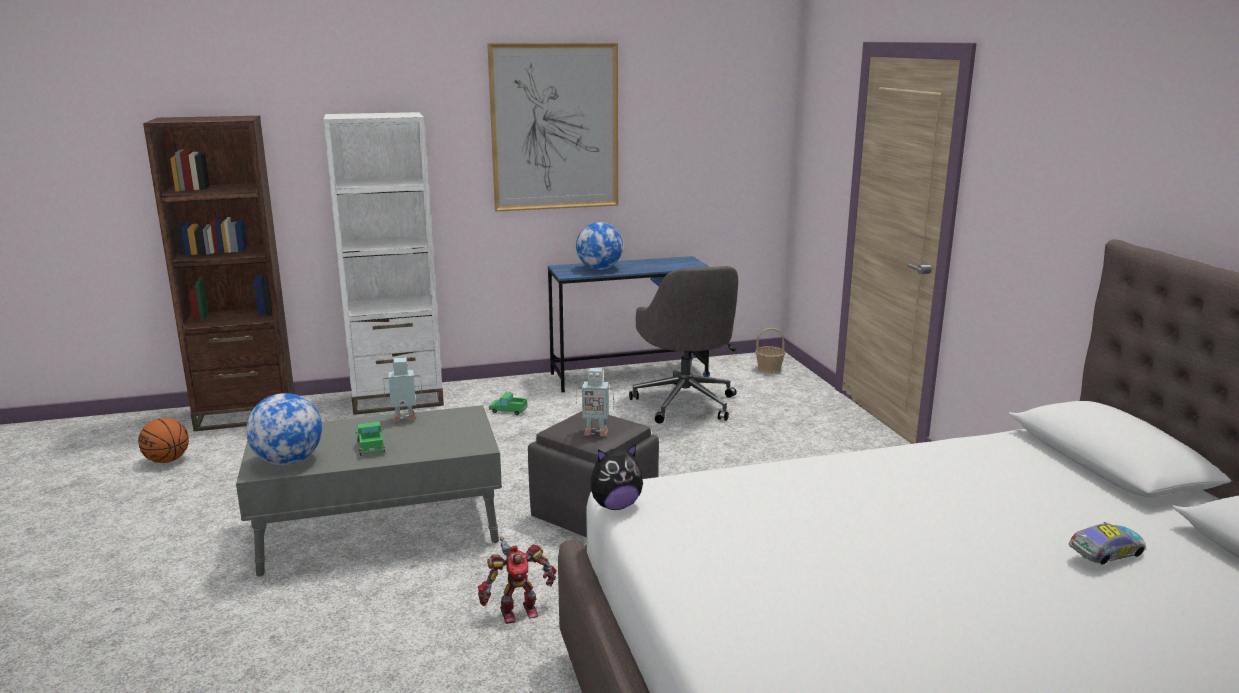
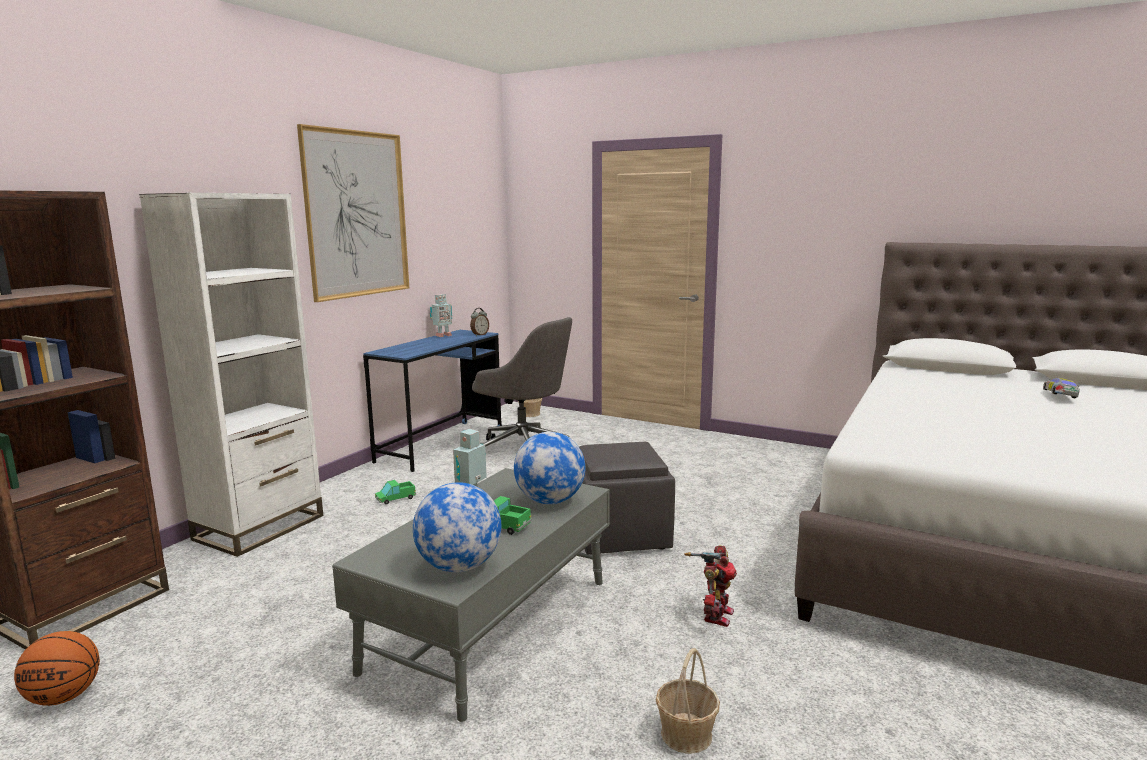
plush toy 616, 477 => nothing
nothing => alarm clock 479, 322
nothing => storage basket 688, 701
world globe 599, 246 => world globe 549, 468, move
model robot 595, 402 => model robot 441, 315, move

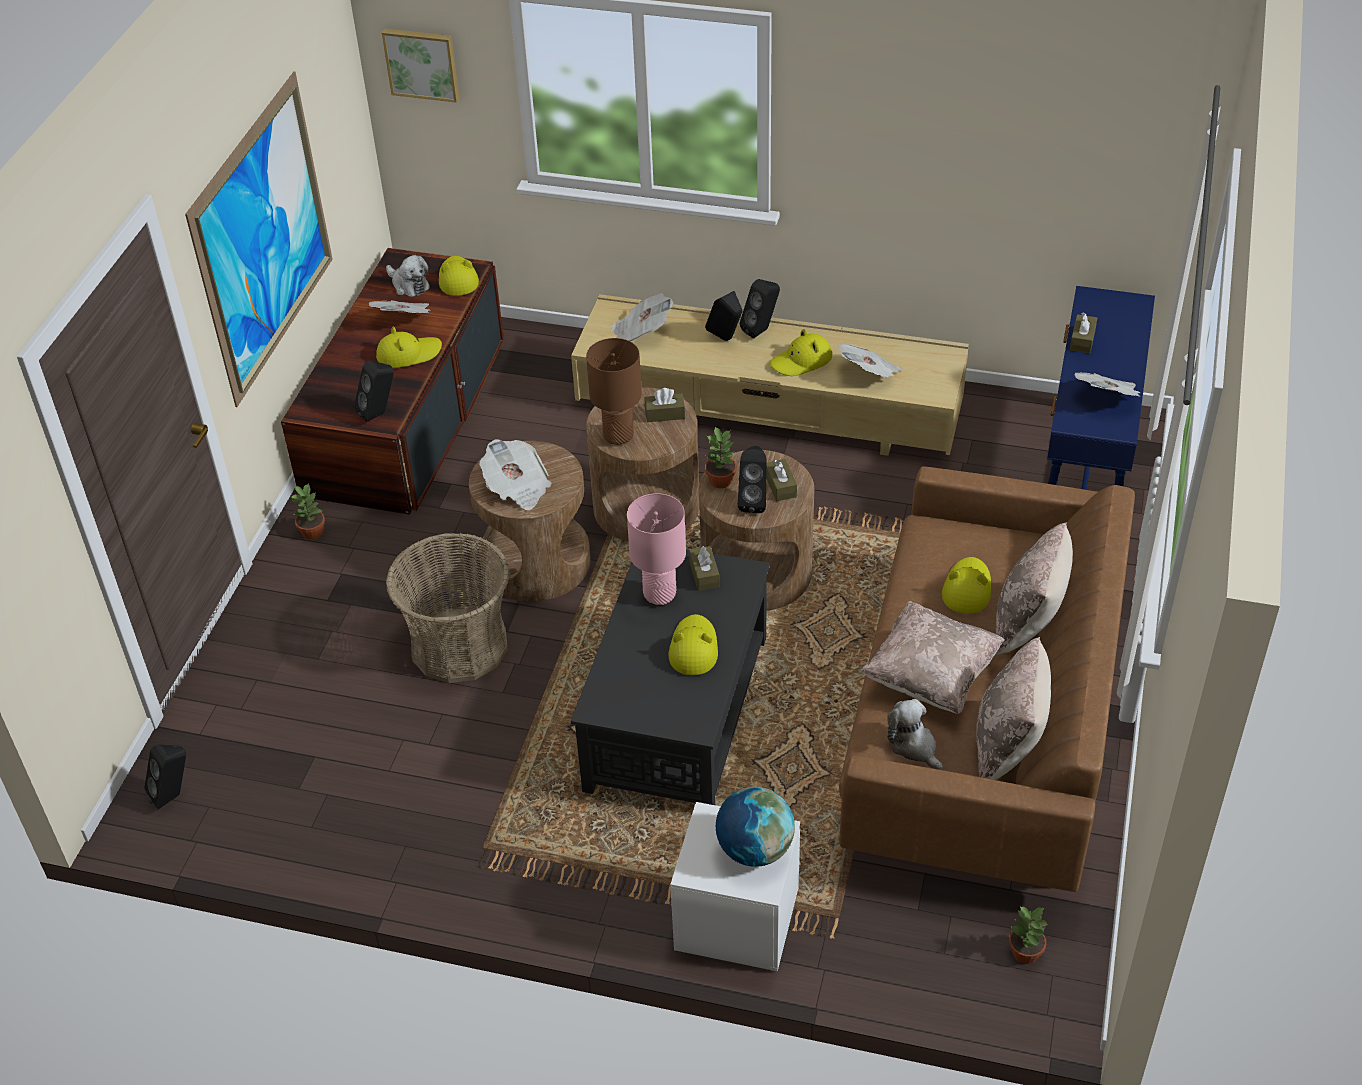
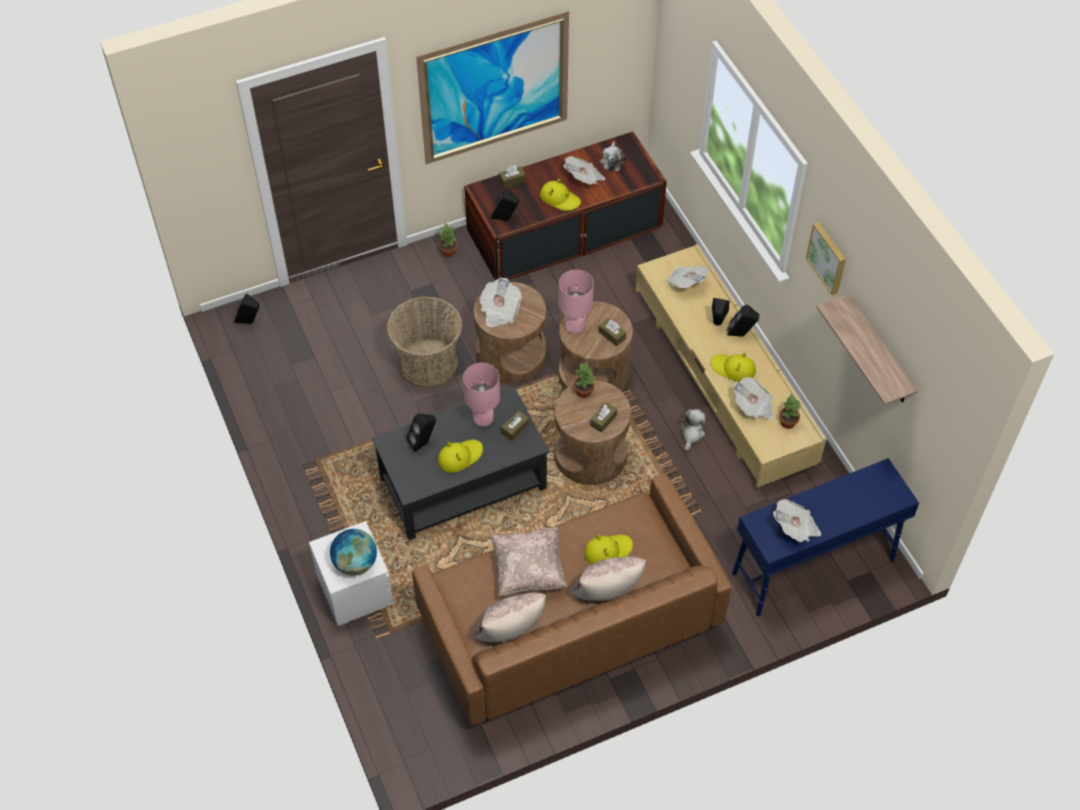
hat (yellow-coloured) 459, 276 => nothing
nothing => wall shelf 867, 349
wall art 420, 66 => wall art 826, 258, move
loudspeaker (black) 752, 479 => loudspeaker (black) 421, 433, move
plush toy 915, 734 => plush toy 692, 430, move
plant in a pot 1028, 935 => plant in a pot 790, 411, move
box of tissues (brown) 1083, 333 => box of tissues (brown) 512, 176, move
table lamp (brown) 614, 391 => table lamp (pinkish) 576, 302

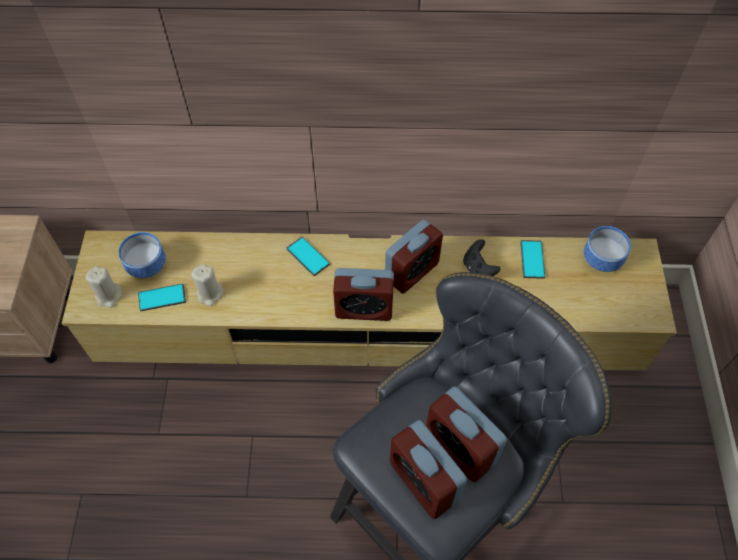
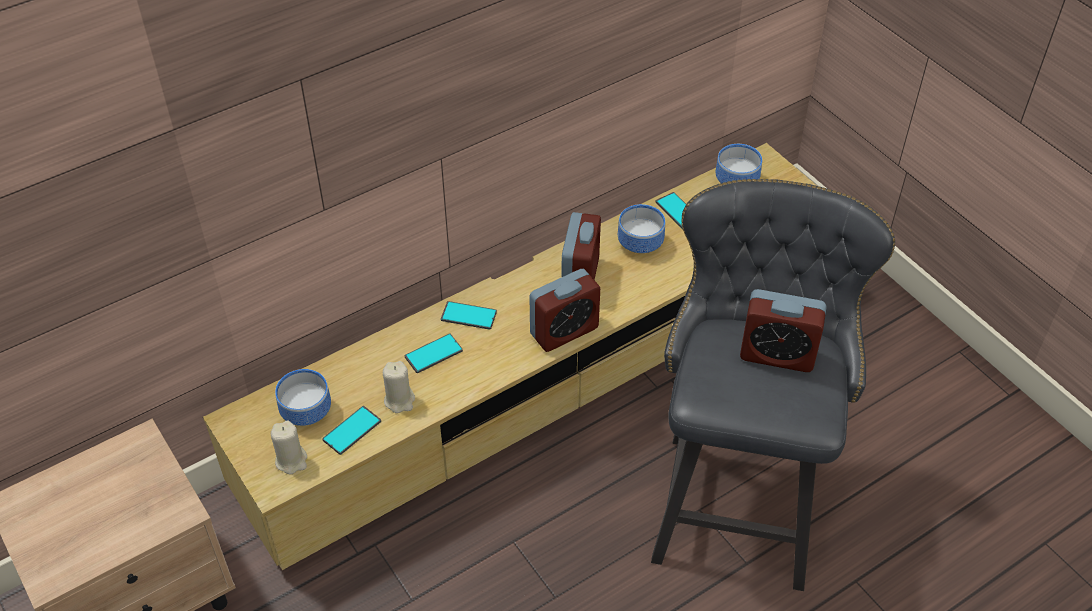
alarm clock 428, 469 => nothing
nothing => telephone 434, 353
gamepad (black) 481, 257 => serving bowl 641, 228

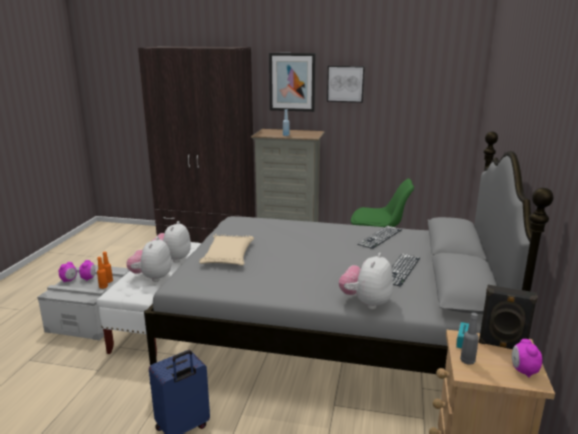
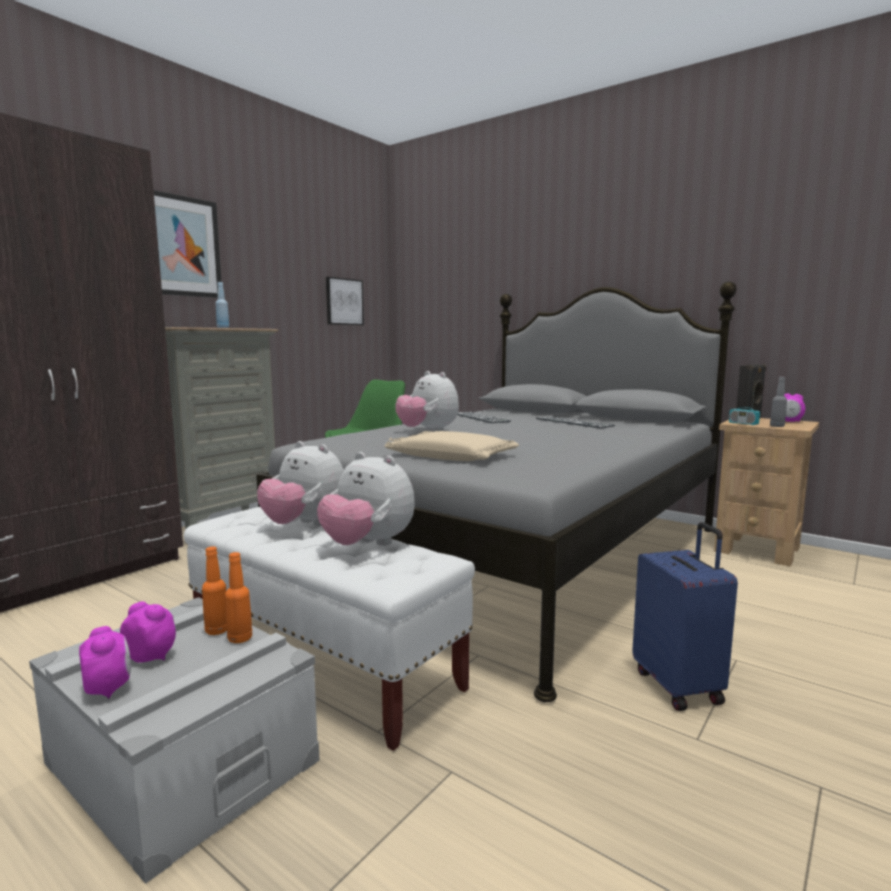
wall art 346, 84 => wall art 345, 301, move
plush toy 366, 281 => plush toy 427, 401, move

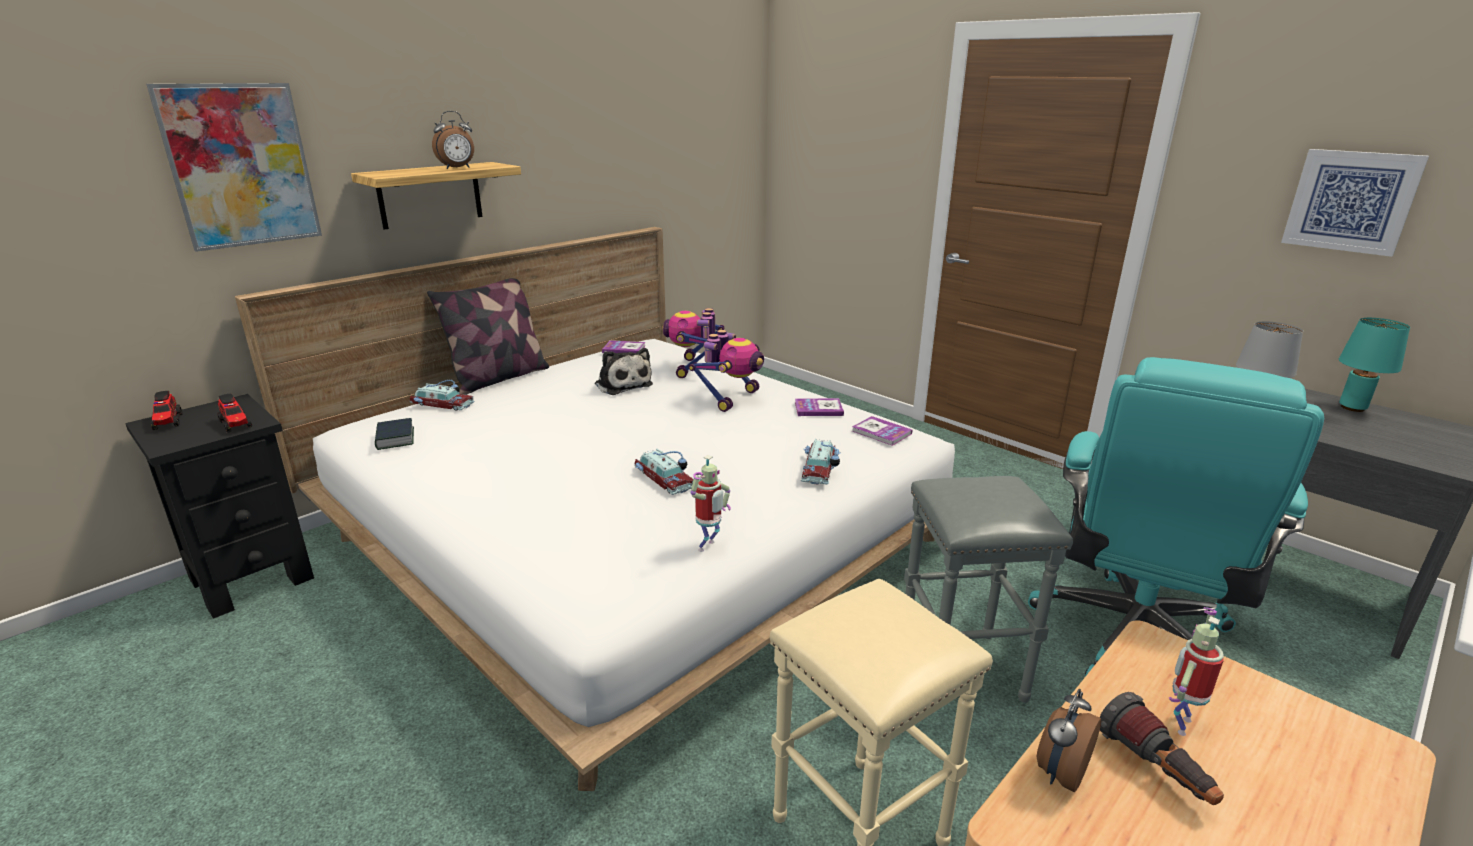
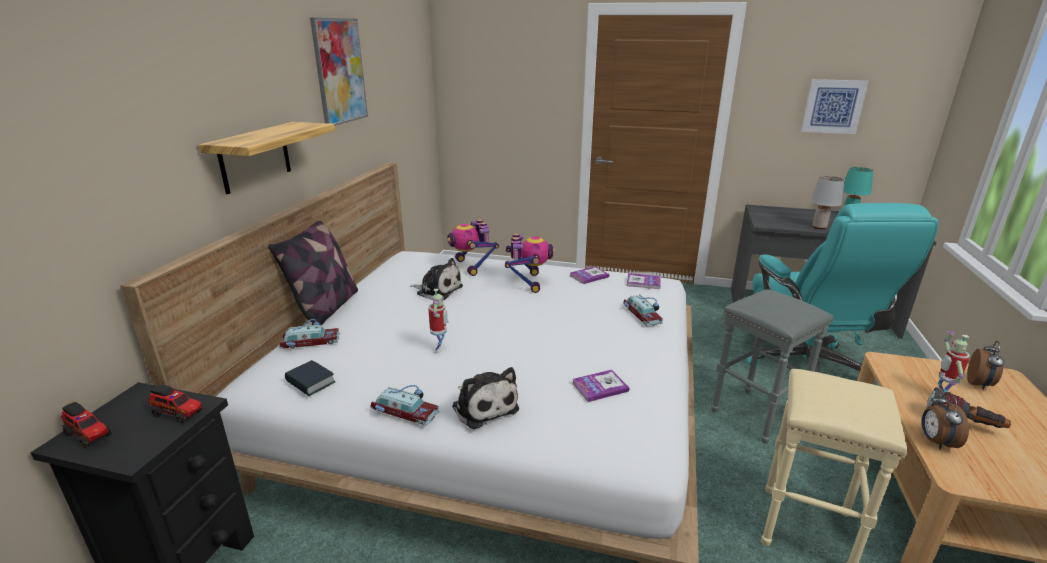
nothing => plush toy 485, 398
wall art 234, 167 => wall art 339, 71, move
alarm clock 453, 140 => alarm clock 985, 365, move
book 623, 346 => book 601, 385, move
toy car 664, 472 => toy car 404, 405, move
model robot 711, 503 => model robot 438, 321, move

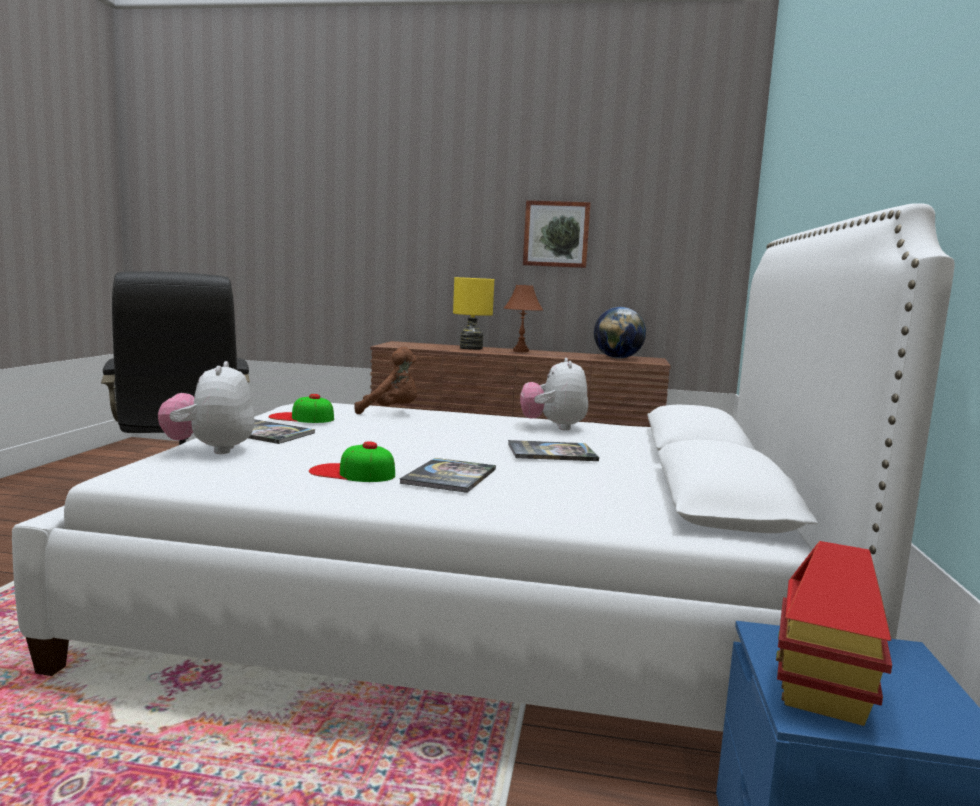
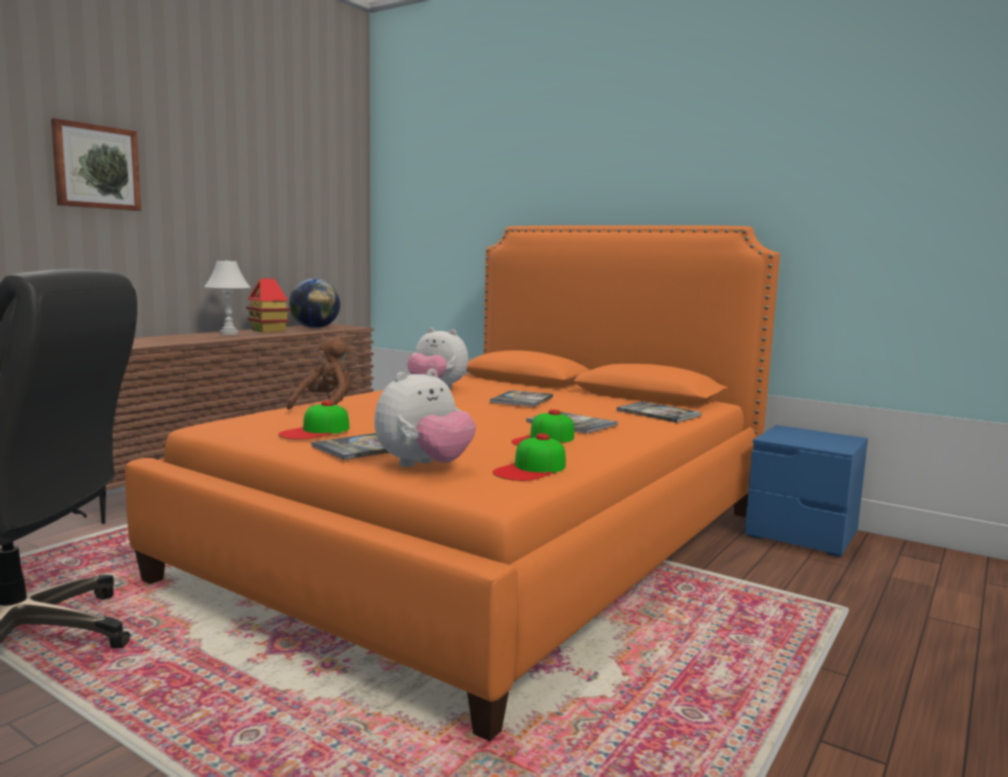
table lamp (yellow-coloured) 473, 313 => nothing
nothing => peaked cap 529, 457
nothing => book 659, 412
wall art 557, 234 => wall art 96, 164, move
model house 834, 633 => model house 268, 305, move
sleeping bed (whitish) 483, 467 => sleeping bed (orange) 452, 483
table lamp (brown) 523, 318 => table lamp (whitish) 227, 297
plush toy 206, 407 => plush toy 425, 418, 60 degrees counterclockwise

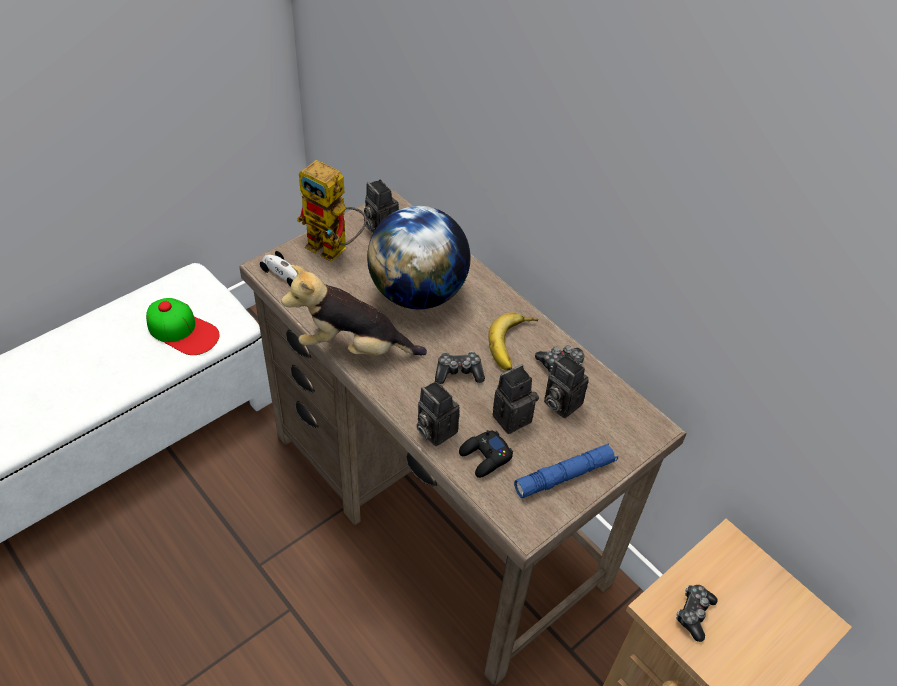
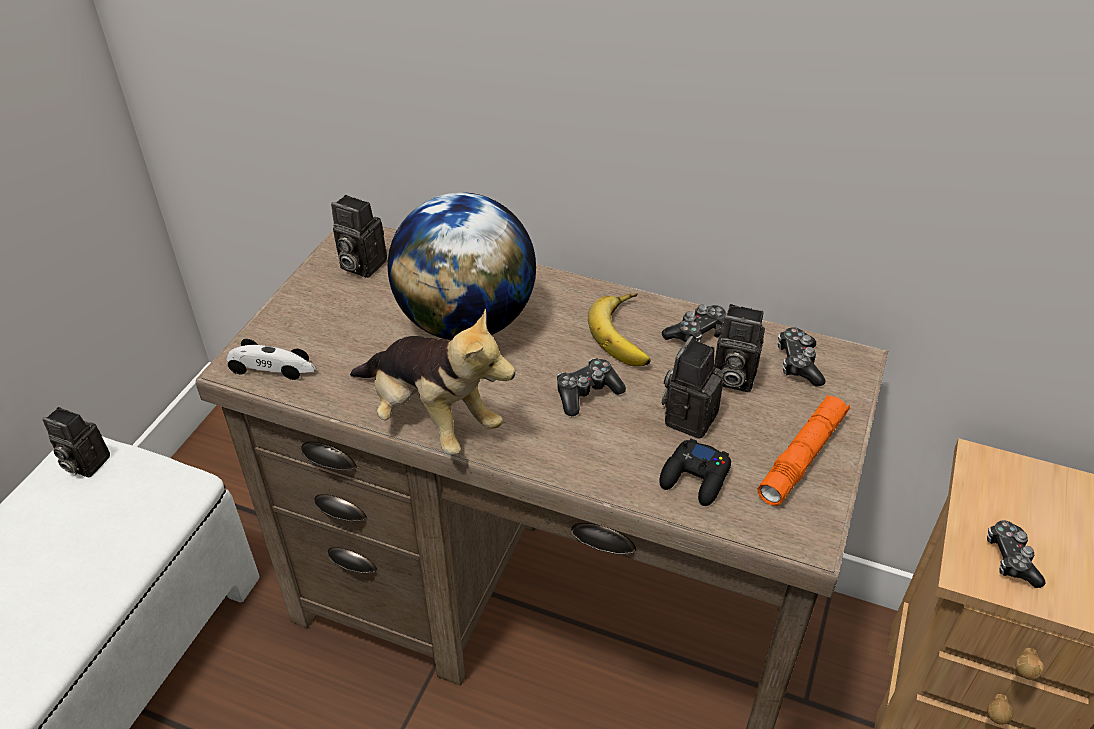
peaked cap 182, 326 => nothing
model robot 332, 211 => nothing
nothing => gamepad 802, 356
still camera 438, 413 => still camera 76, 442, move
hand torch (blue-coloured) 566, 470 => hand torch (orange) 803, 450
plush toy 354, 310 => plush toy 432, 382, 120 degrees counterclockwise

